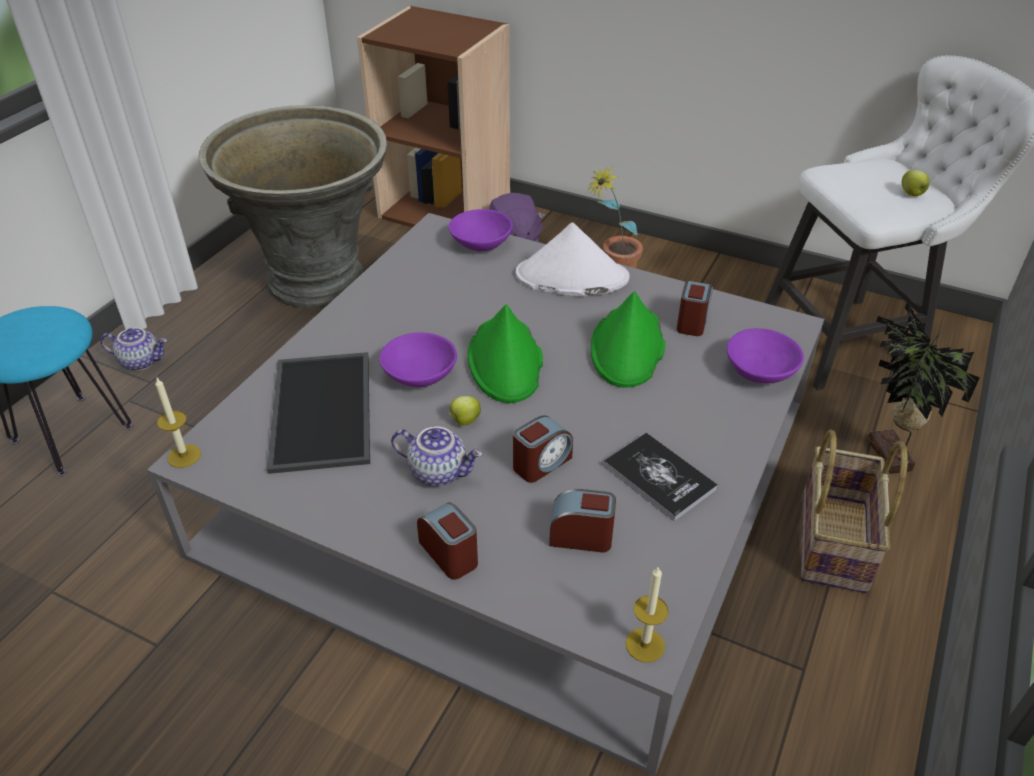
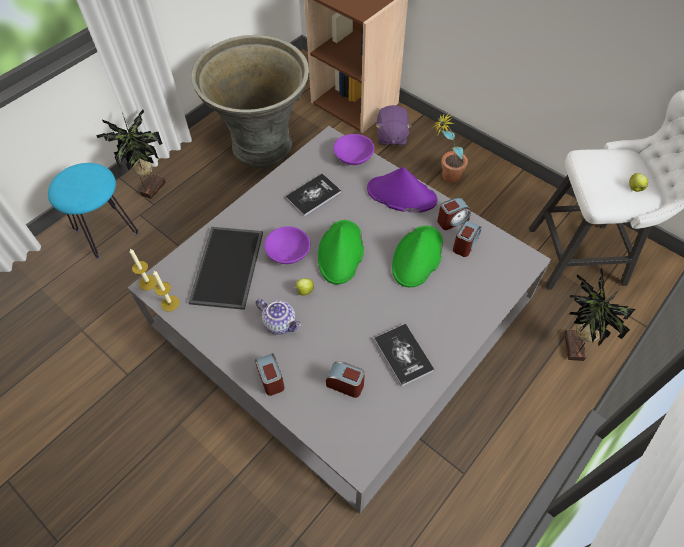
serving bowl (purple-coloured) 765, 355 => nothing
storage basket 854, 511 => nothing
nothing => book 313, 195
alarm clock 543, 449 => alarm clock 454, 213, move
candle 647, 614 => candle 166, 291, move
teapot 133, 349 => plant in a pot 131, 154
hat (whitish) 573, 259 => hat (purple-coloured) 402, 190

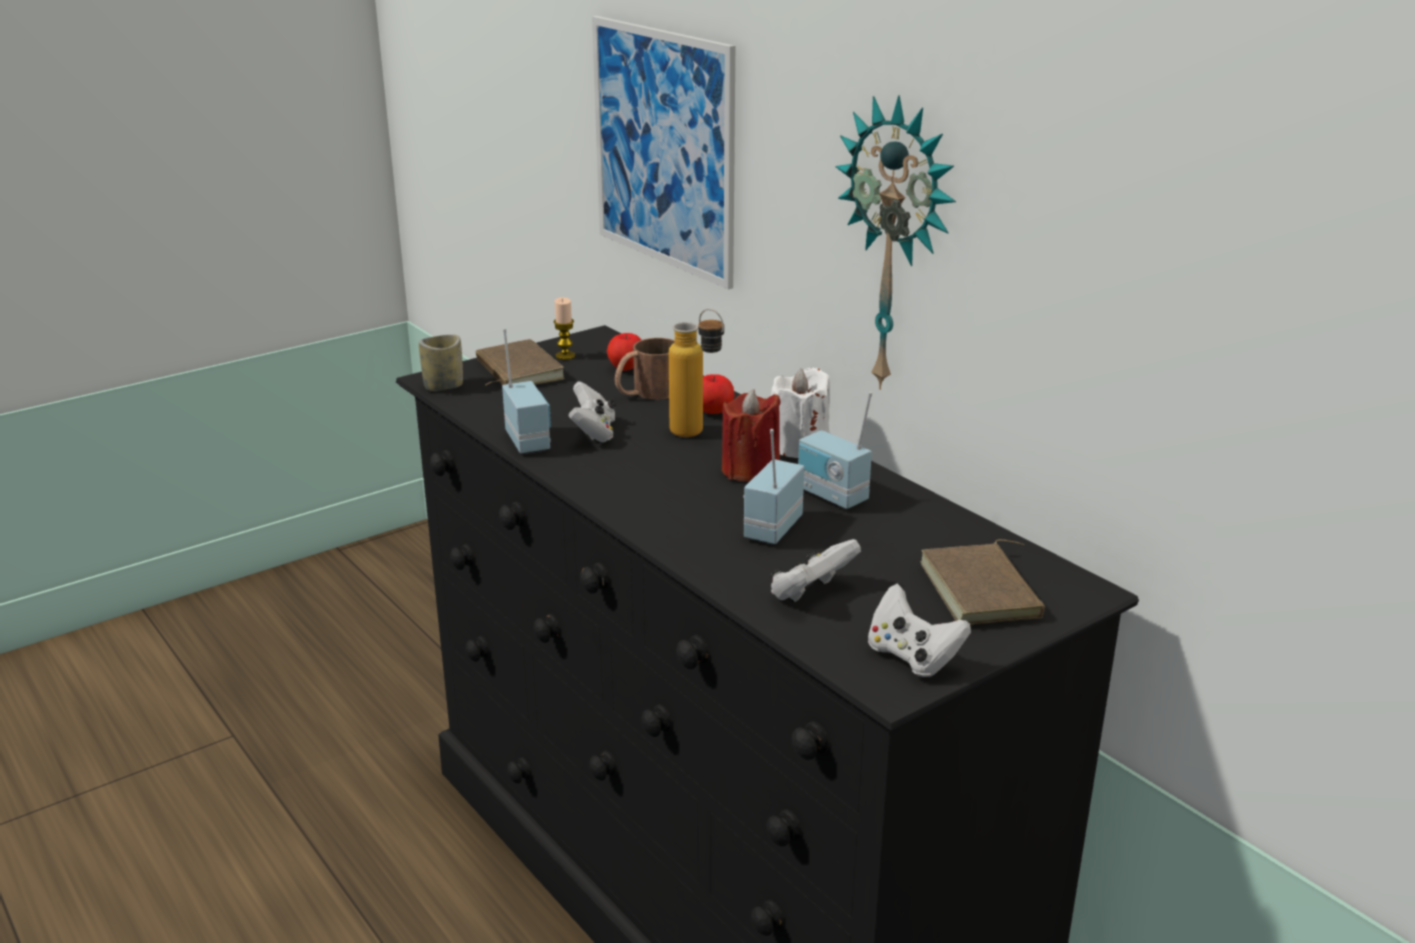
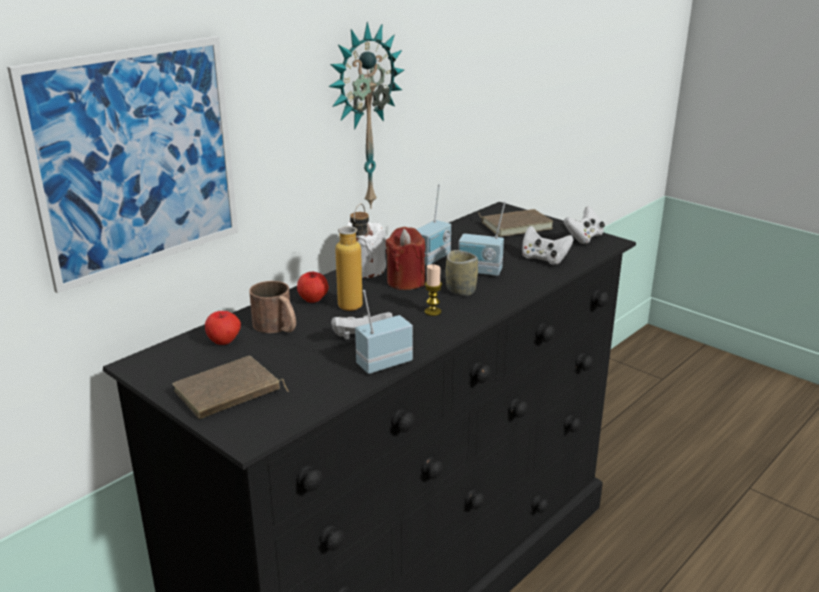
small cup 441, 362 => small cup 462, 273, move
candle 564, 328 => candle 433, 290, move

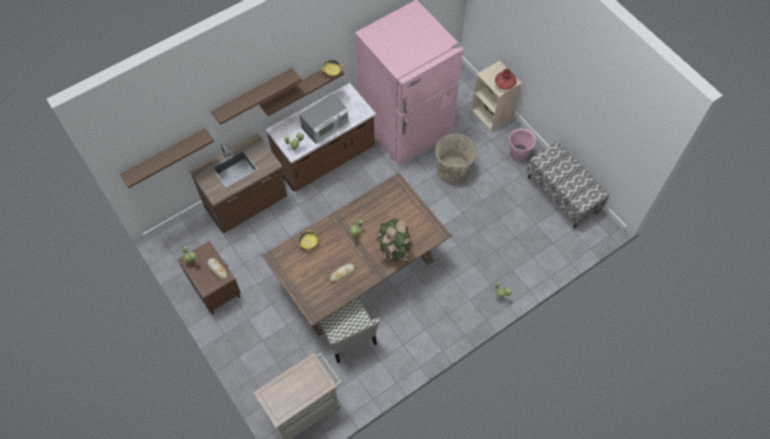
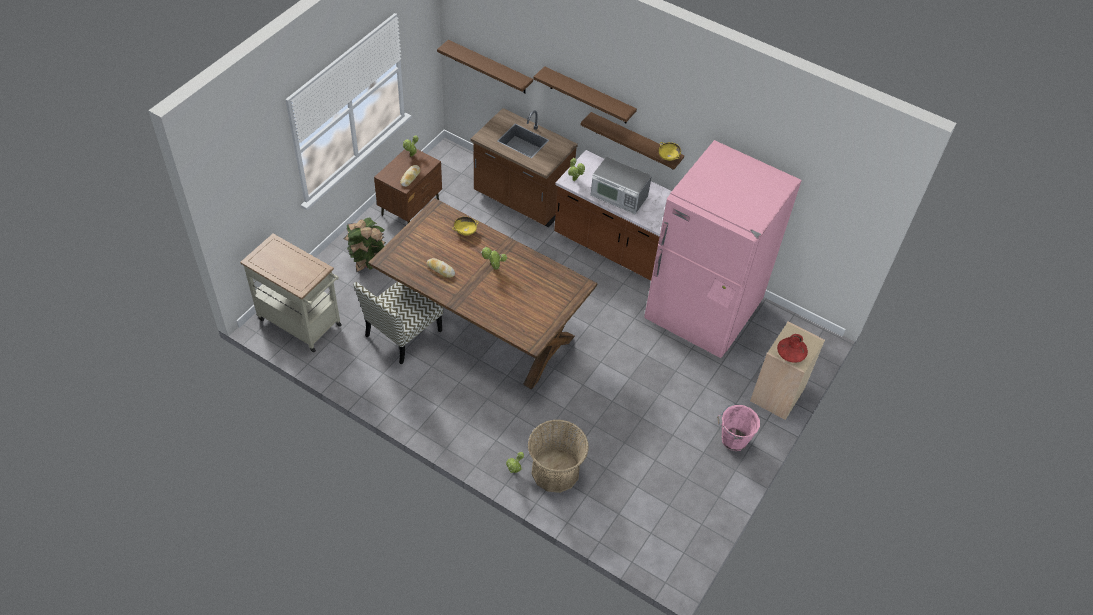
indoor bench 567, 185 => nothing
plant in a pot 394, 240 => plant in a pot 365, 245, move
storage basket 456, 158 => storage basket 558, 456, move

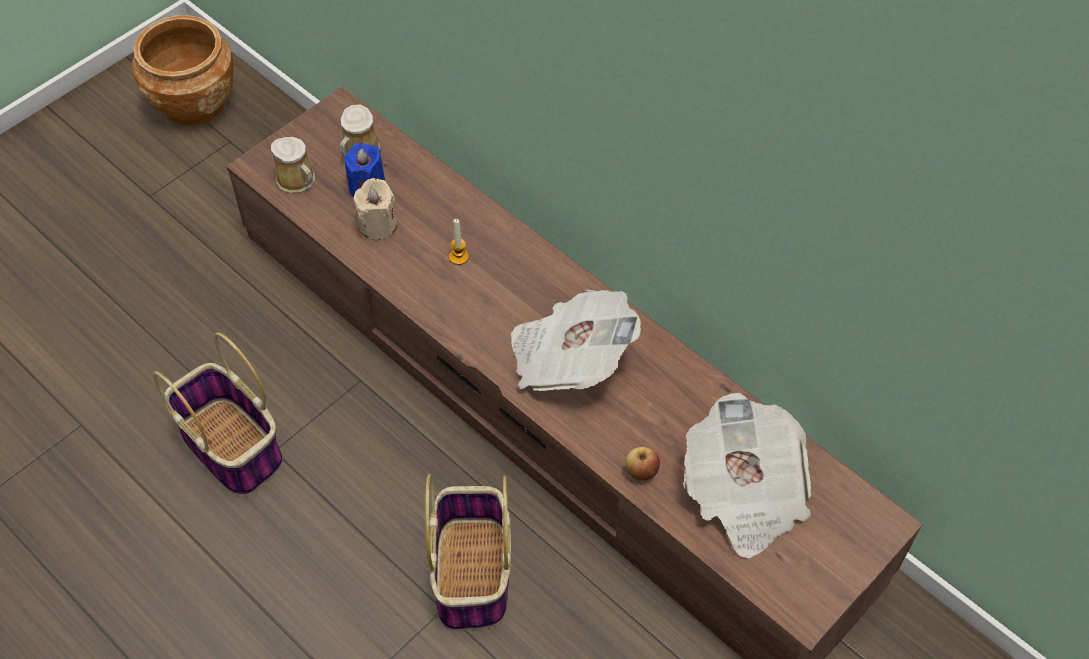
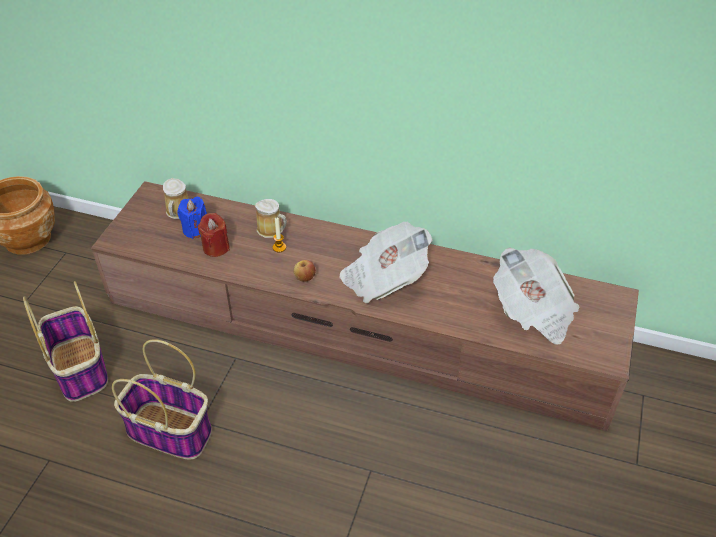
coffee mug 293, 165 => coffee mug 271, 218, move
storage basket 468, 552 => storage basket 65, 341, move
apple fruit 642, 463 => apple fruit 304, 271, move
candle (beige) 375, 209 => candle (red-coloured) 214, 235

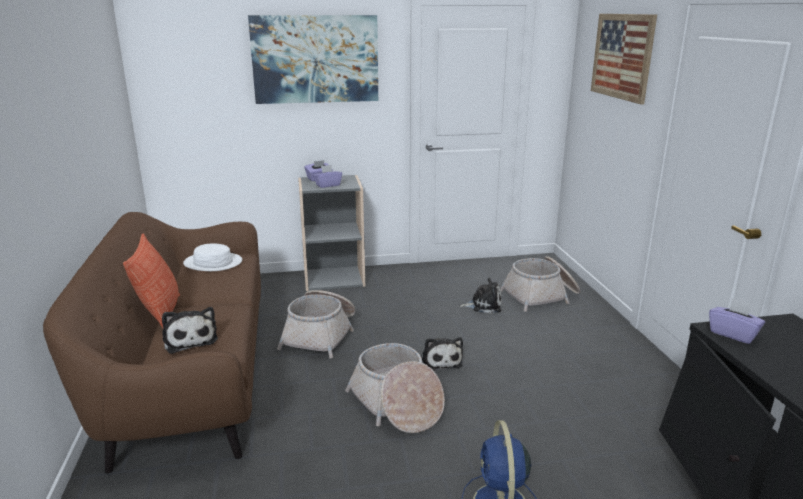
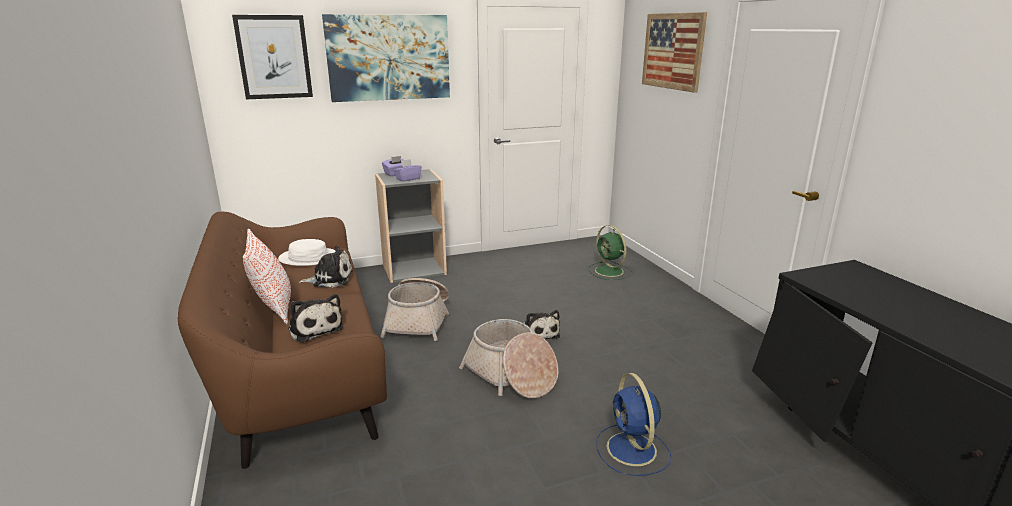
box of tissues (purple-coloured) 737, 321 => nothing
nothing => wall art 272, 57
plush toy 481, 295 => plush toy 326, 267, move
storage basket 540, 284 => fan (green-coloured) 610, 252
pillow (orange) 151, 281 => pillow (whitish) 267, 277

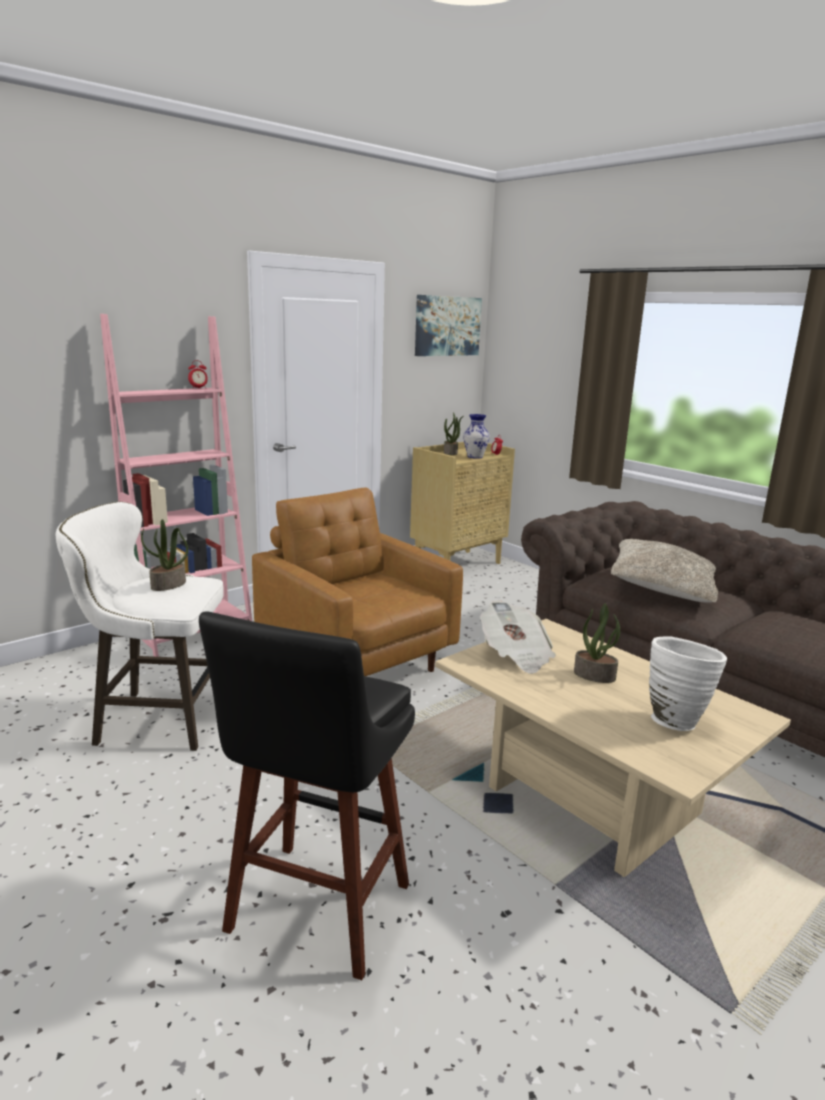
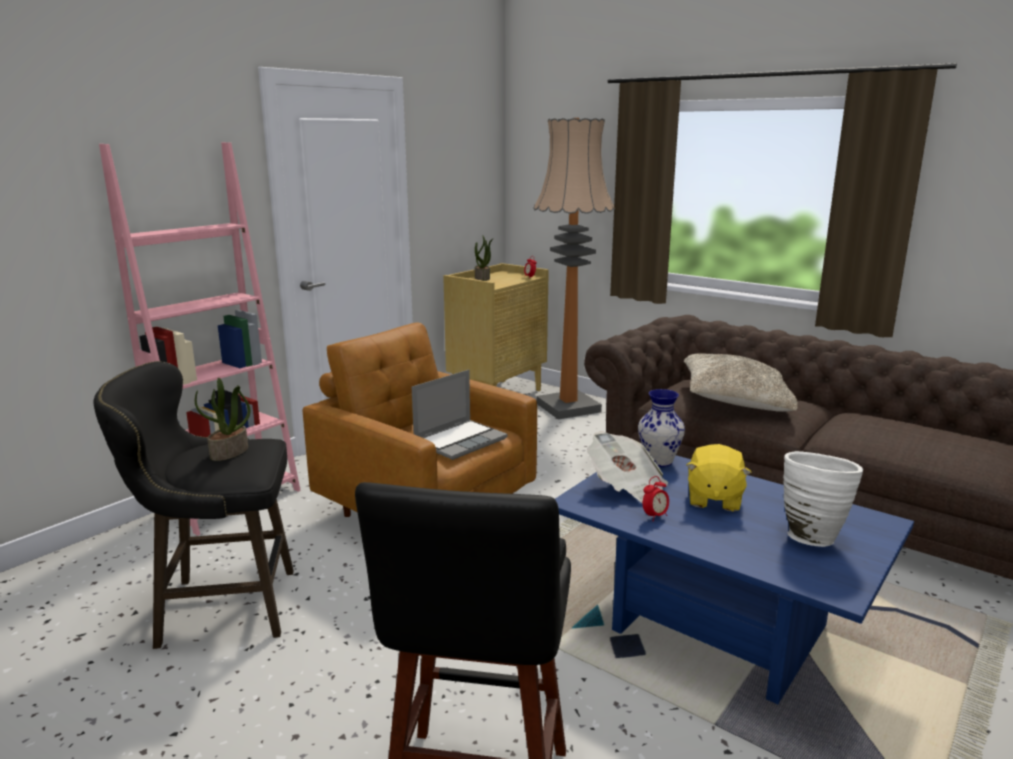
wall art 448, 325 => nothing
nothing => portable computer 460, 415
nothing => standing lamp 574, 268
alarm clock 198, 374 => alarm clock 656, 498, move
decorative vase 476, 436 => decorative vase 661, 428, move
plant in a pot 597, 643 => plush toy (yellow-coloured) 719, 478
stool seat (whitish) 140, 626 => stool seat (black) 194, 505
coffee table (beige) 613, 748 => coffee table (blue-coloured) 734, 579

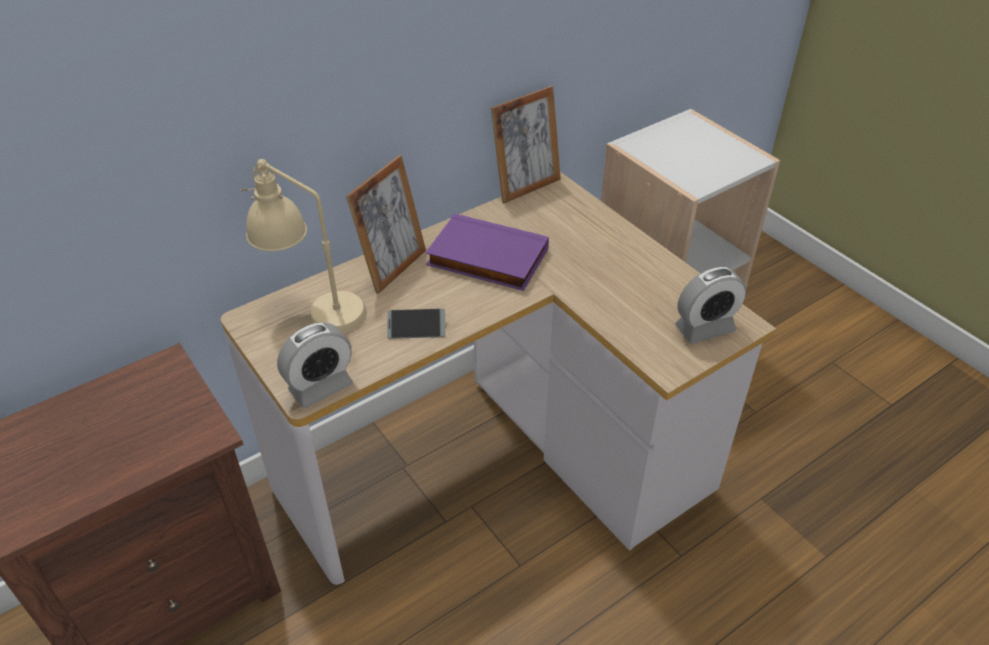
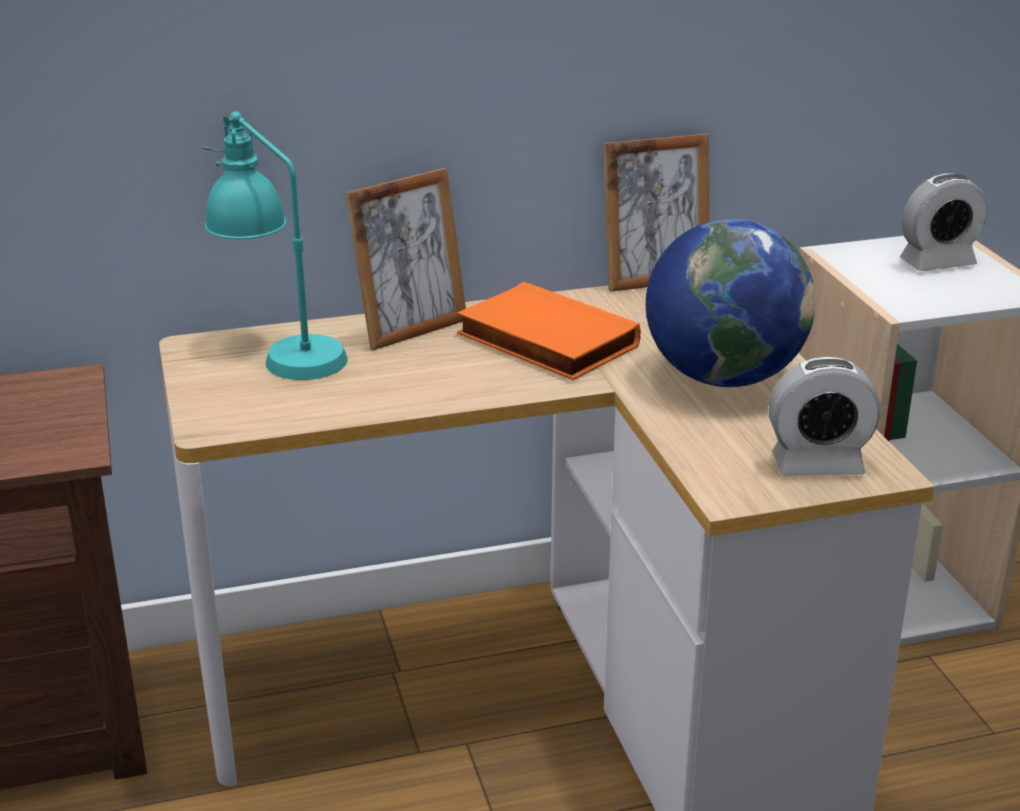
telephone 416, 323 => nothing
nothing => world globe 731, 303
alarm clock 315, 365 => alarm clock 943, 222, move
table lamp (beige) 303, 246 => table lamp (turquoise) 275, 245
book (purple-coloured) 487, 252 => book (orange) 549, 331

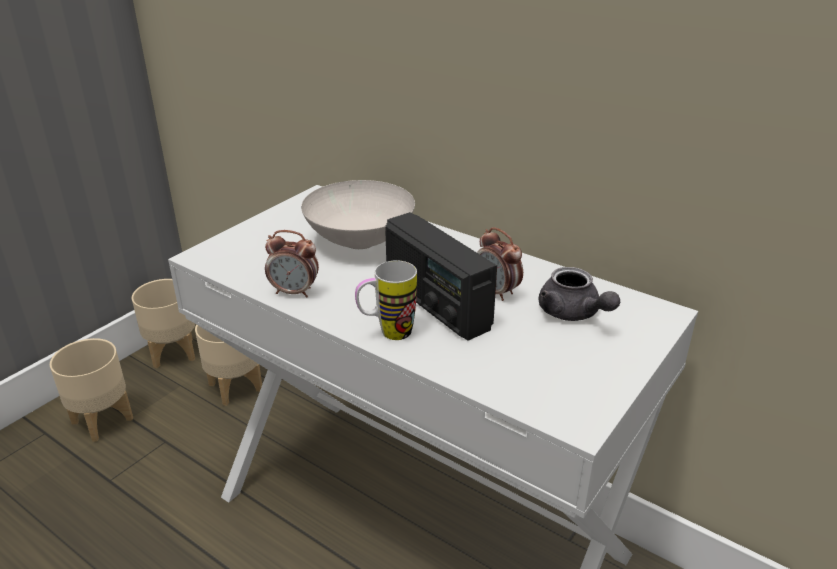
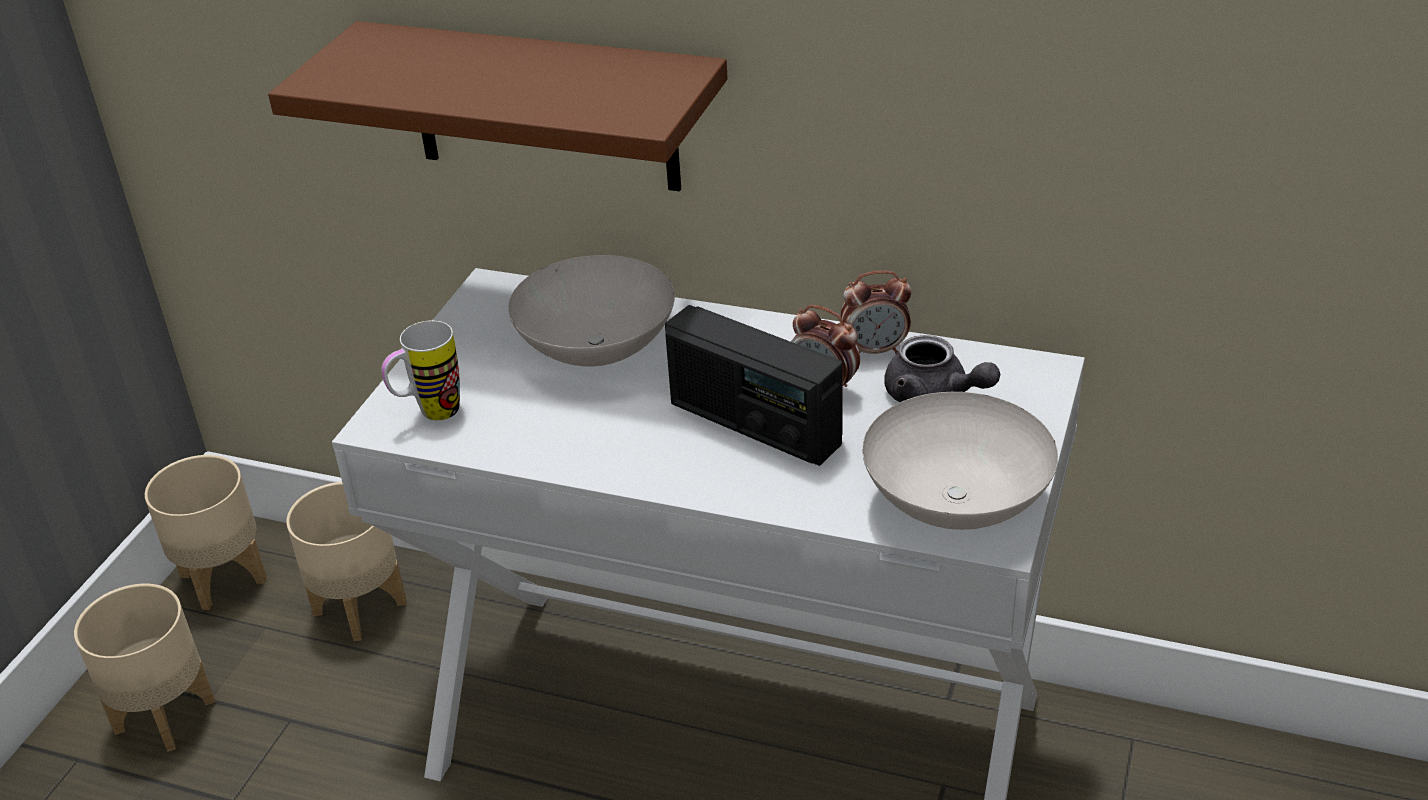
nothing => wall shelf (brown) 498, 106
nothing => serving bowl (whitish) 960, 461
alarm clock 292, 263 => alarm clock 875, 312, move
coffee mug 386, 300 => coffee mug 420, 370, move

